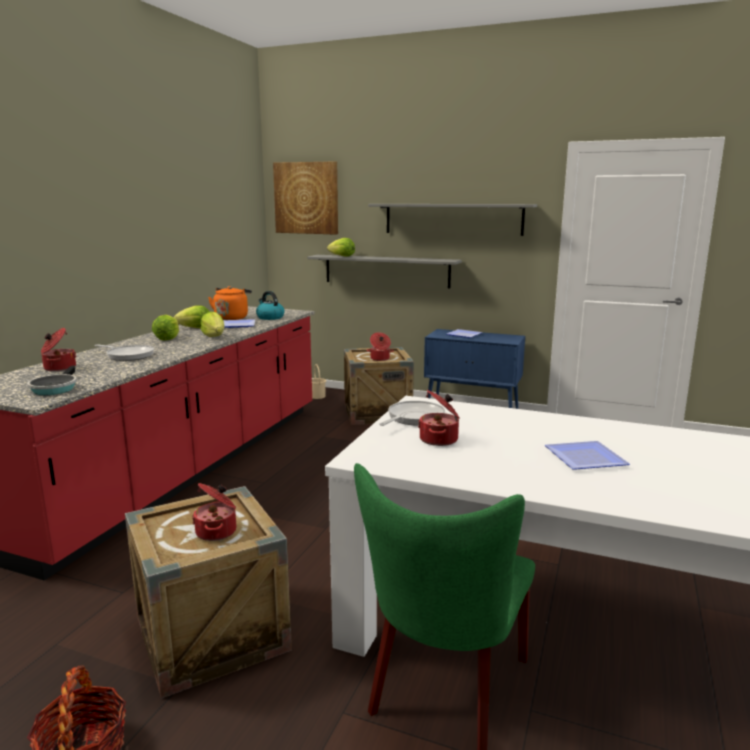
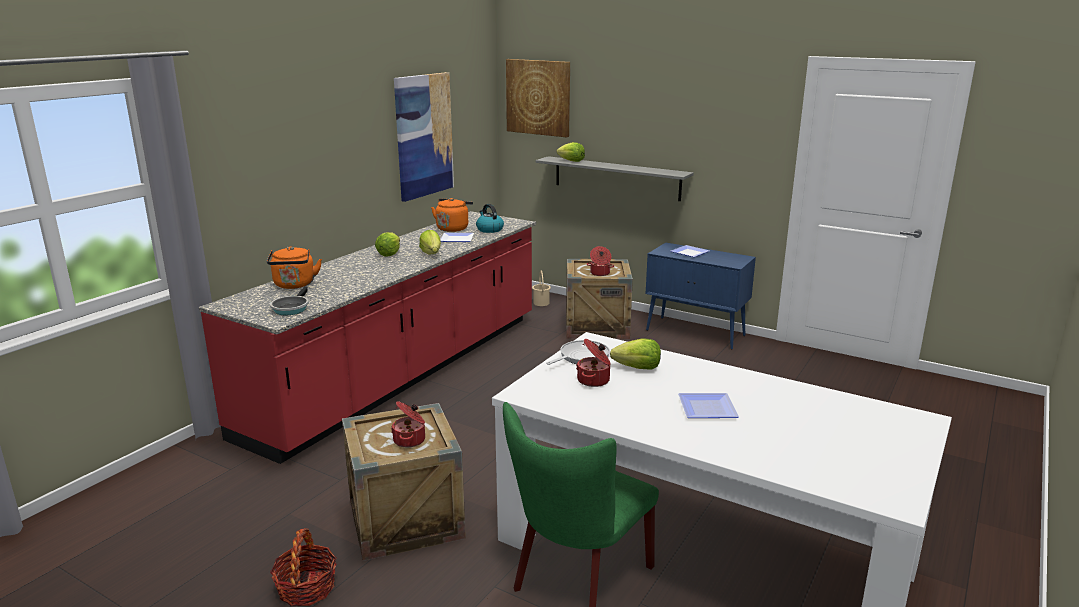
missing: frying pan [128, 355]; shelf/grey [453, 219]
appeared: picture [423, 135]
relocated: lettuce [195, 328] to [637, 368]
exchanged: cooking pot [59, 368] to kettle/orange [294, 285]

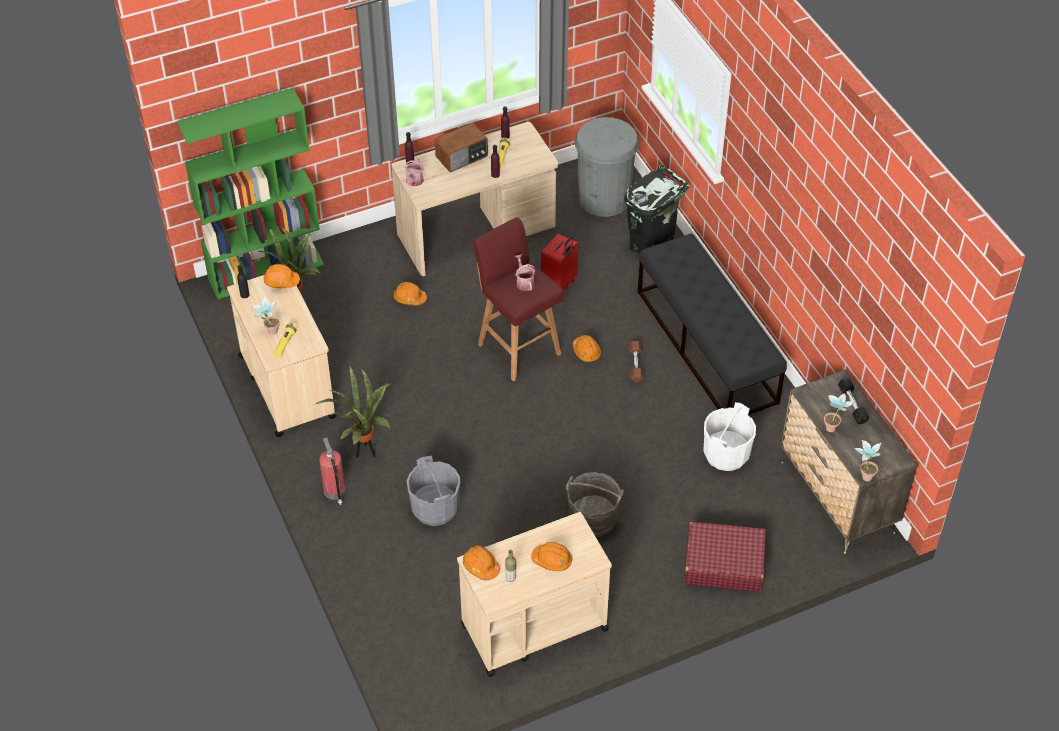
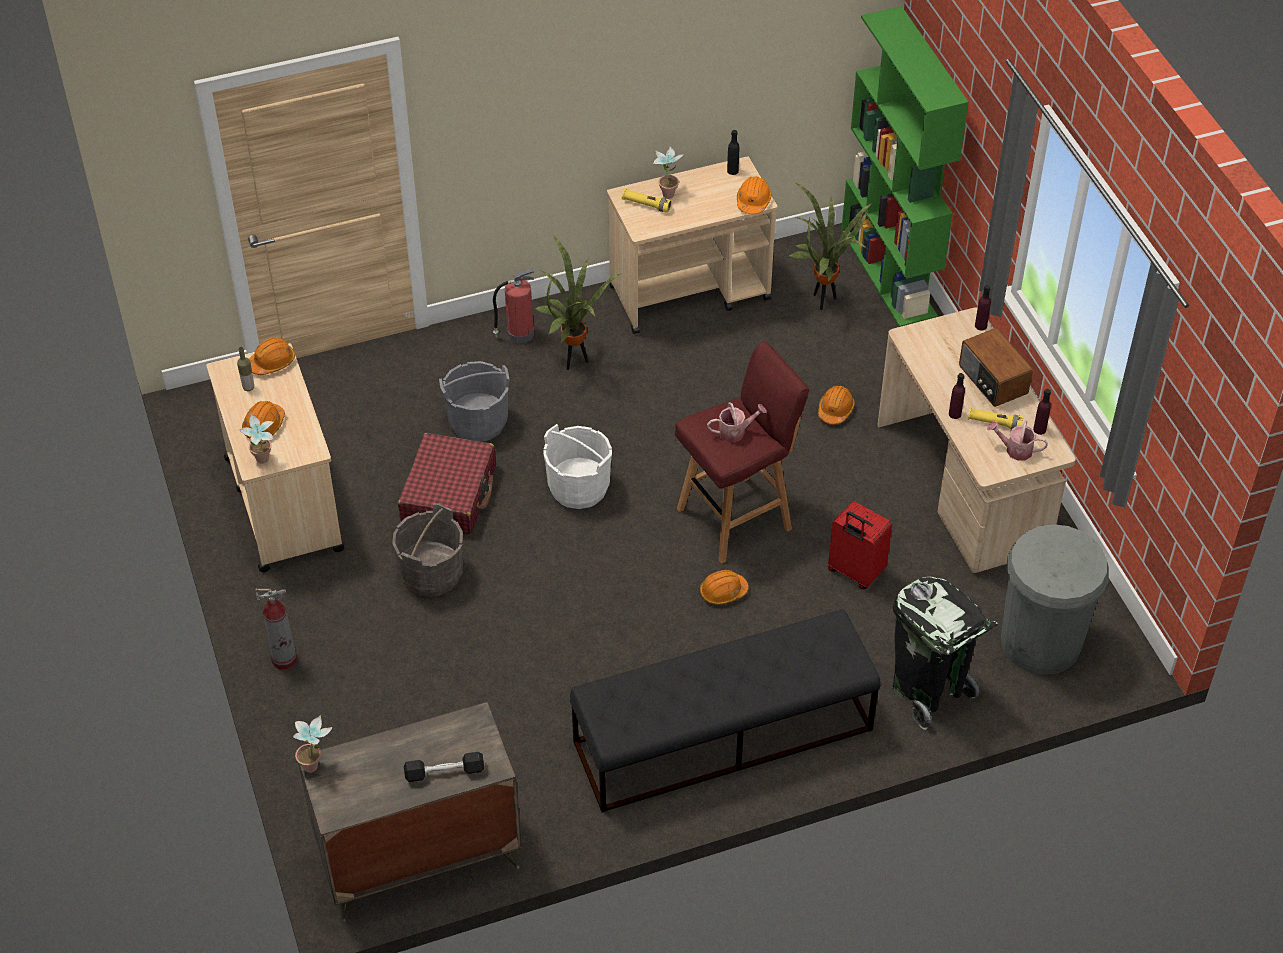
missing: dumbbell/brown [635, 365]
appeared: fire extinguisher [284, 660]
relocated: potted plant [833, 427] to [263, 462]; suitcase/red [723, 564] to [449, 494]; bucket/white [726, 454] to [578, 488]; watering can [414, 182] to [1015, 450]

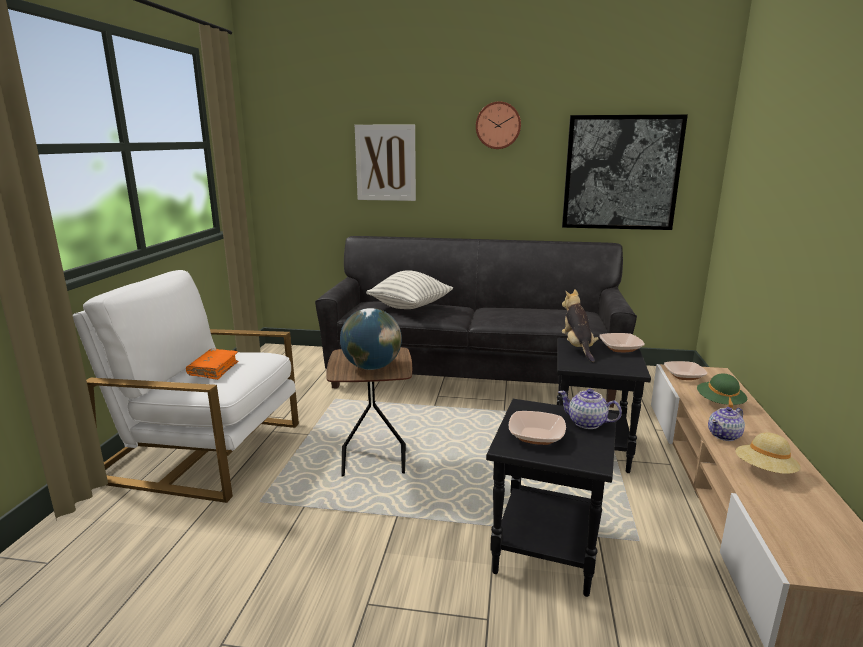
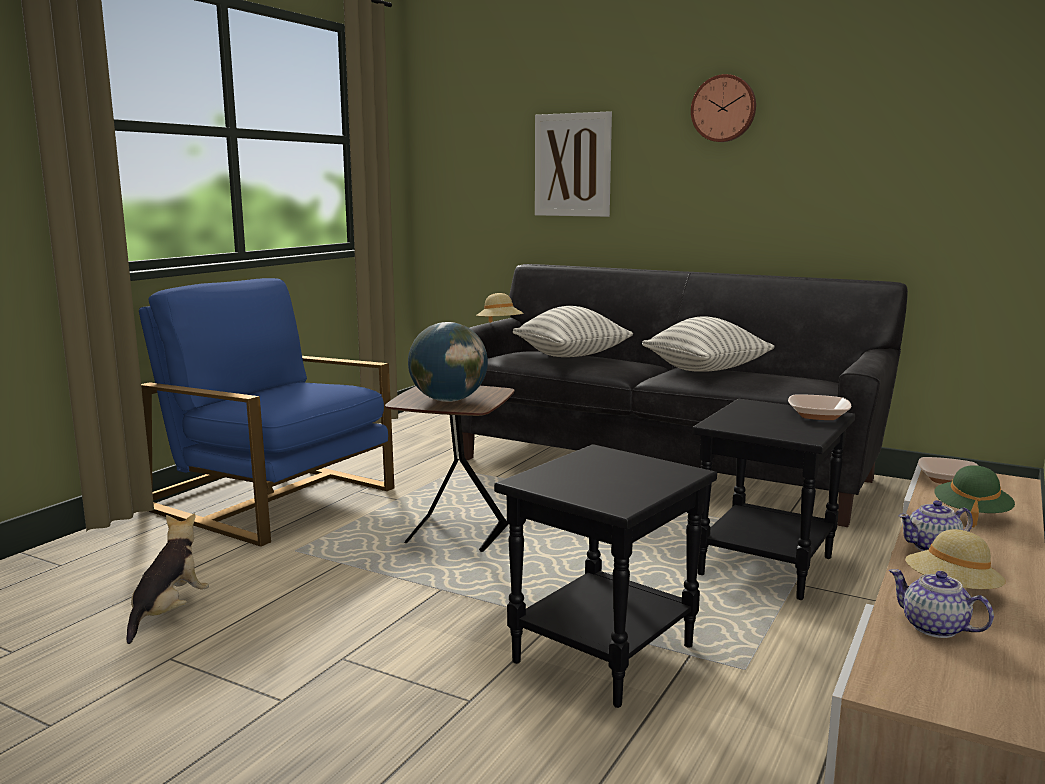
missing: book/orange [214, 370]; bowl [536, 436]; picture [621, 173]
appeared: hat/beige [500, 326]; pillow [706, 371]
relocated: plush toy [577, 348] to [169, 612]; teapot [587, 423] to [935, 628]
colour: armchair/white [206, 450] to armchair/blue [274, 498]

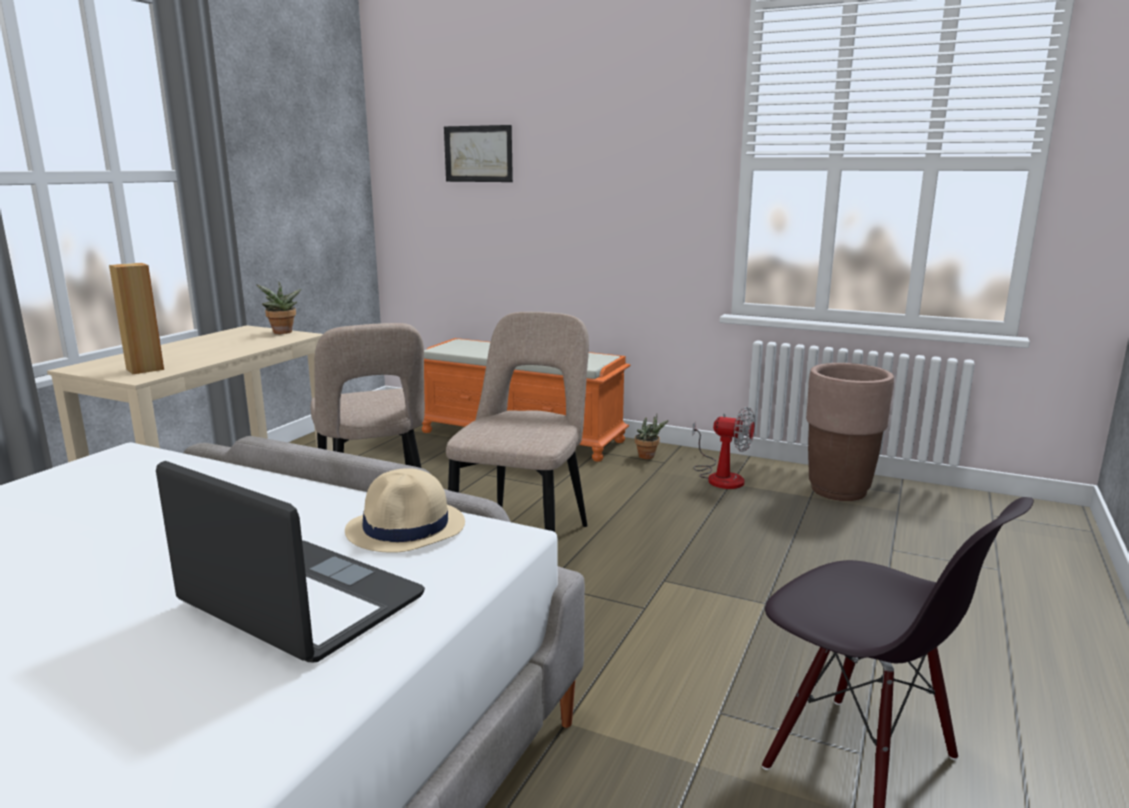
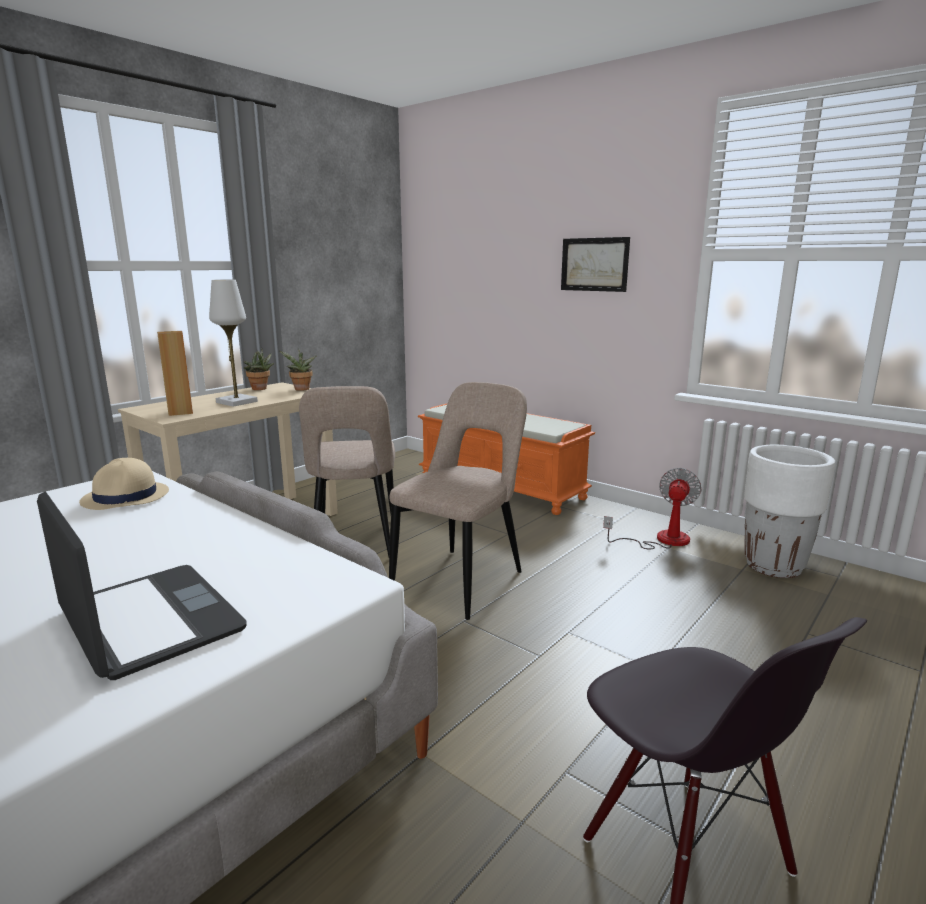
appeared: table lamp/white [236, 402]
relocated: hat/beige [407, 528] to [126, 497]; potted plant [649, 457] to [260, 389]; picture [478, 154] to [594, 264]
colour: planter/brown [839, 490] to planter/white [774, 566]
spun: fan [720, 476] = [661, 540] 105 degrees counterclockwise

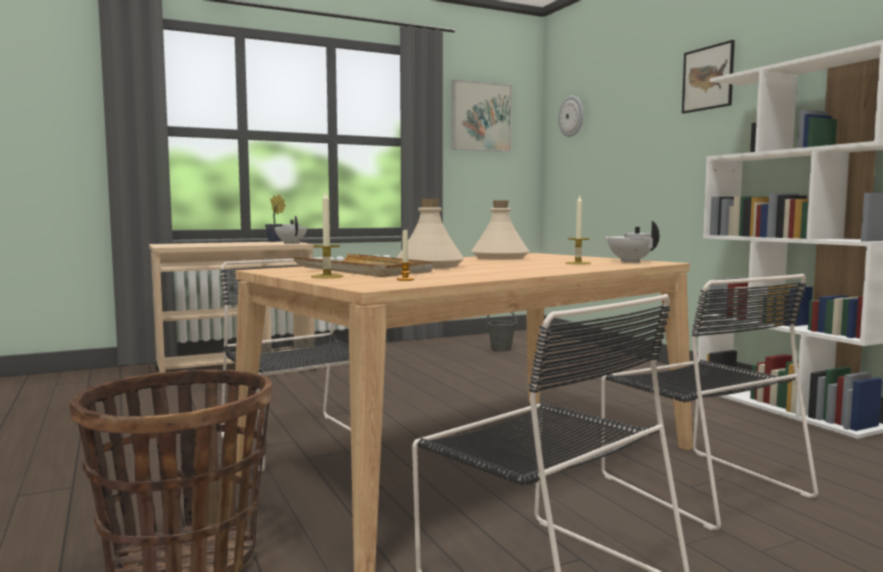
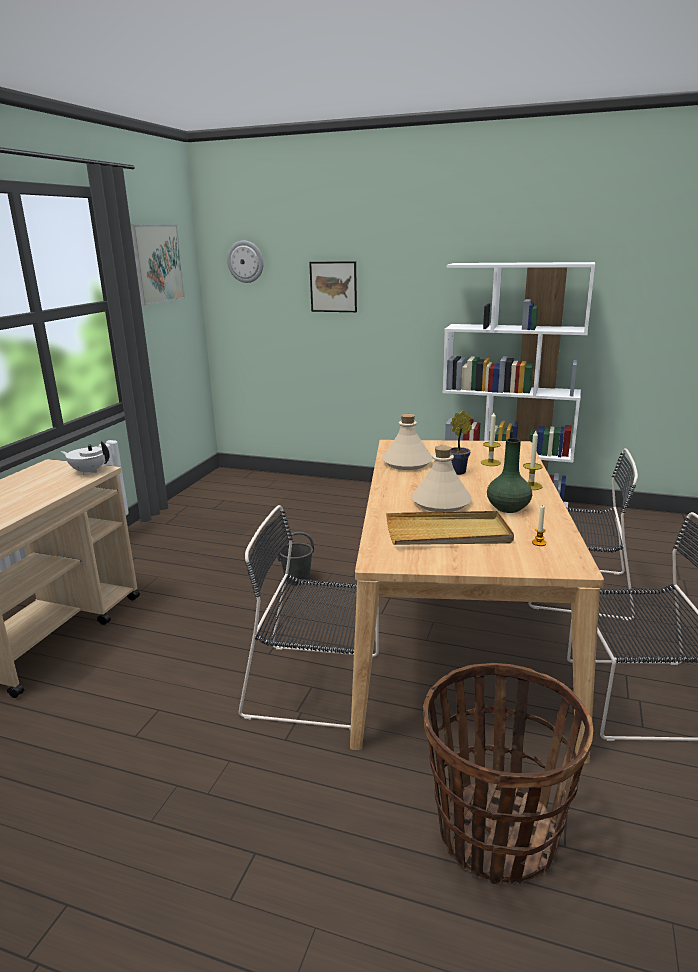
missing: teapot/white [630, 261]
appeared: vase/green [508, 508]
relocated: bucket/grey [501, 349] to [297, 579]; picture [708, 78] to [333, 287]; potted plant [275, 241] to [459, 472]; candle [327, 276] to [530, 486]

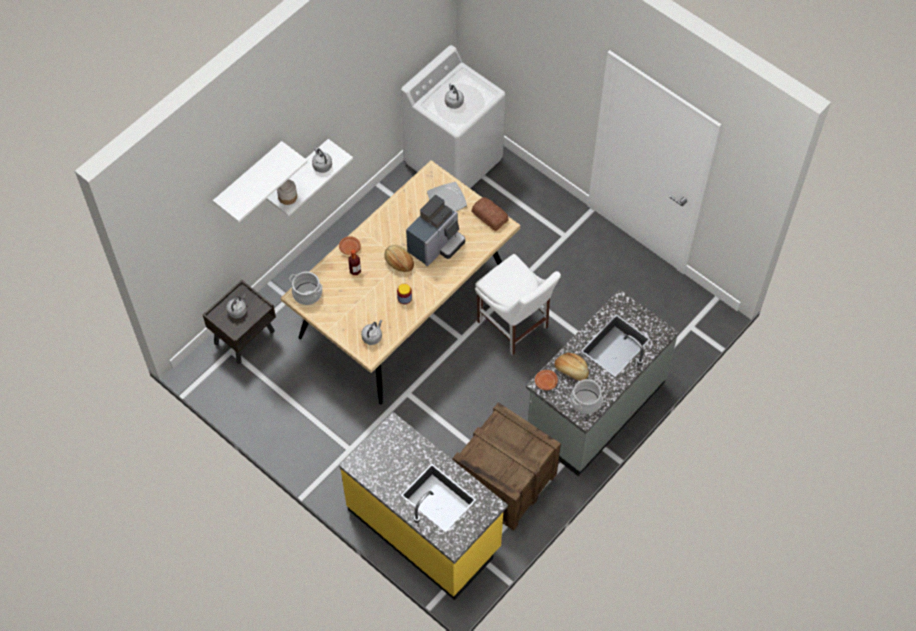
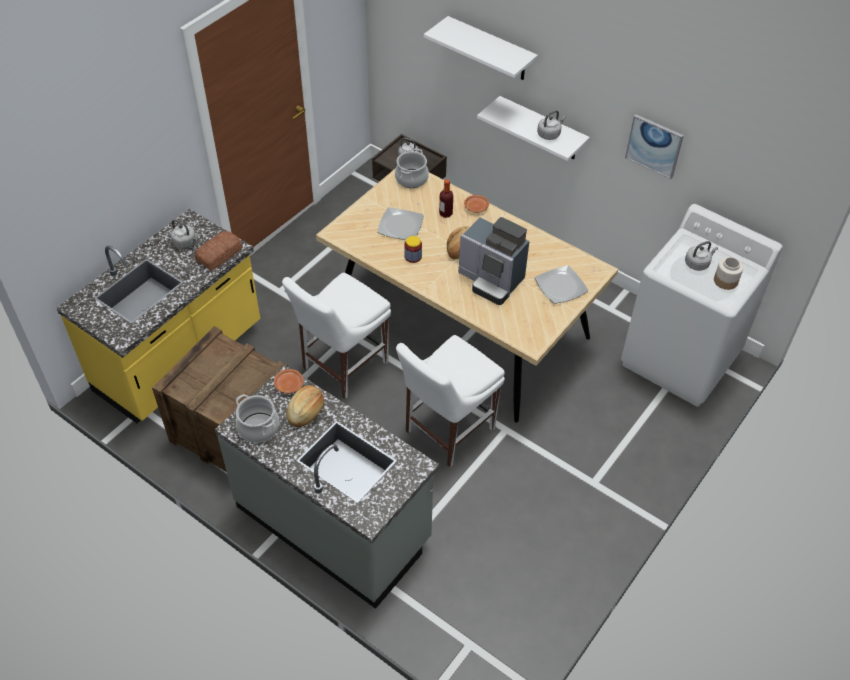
appeared: chair/white [342, 367]; plate [400, 225]; picture [654, 145]
relocated: kettle/grey [372, 336] to [186, 243]; bread [490, 215] to [220, 254]; jar [287, 196] to [726, 281]

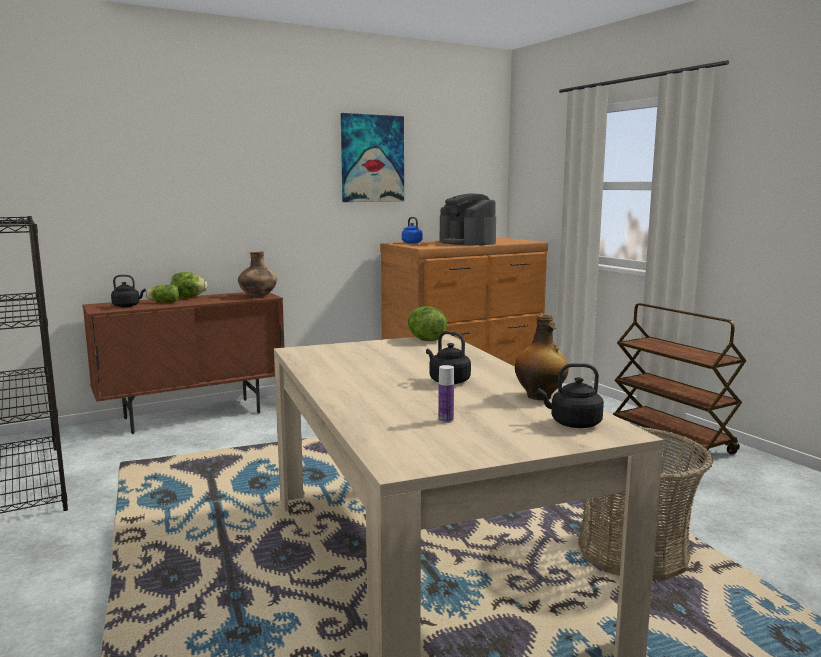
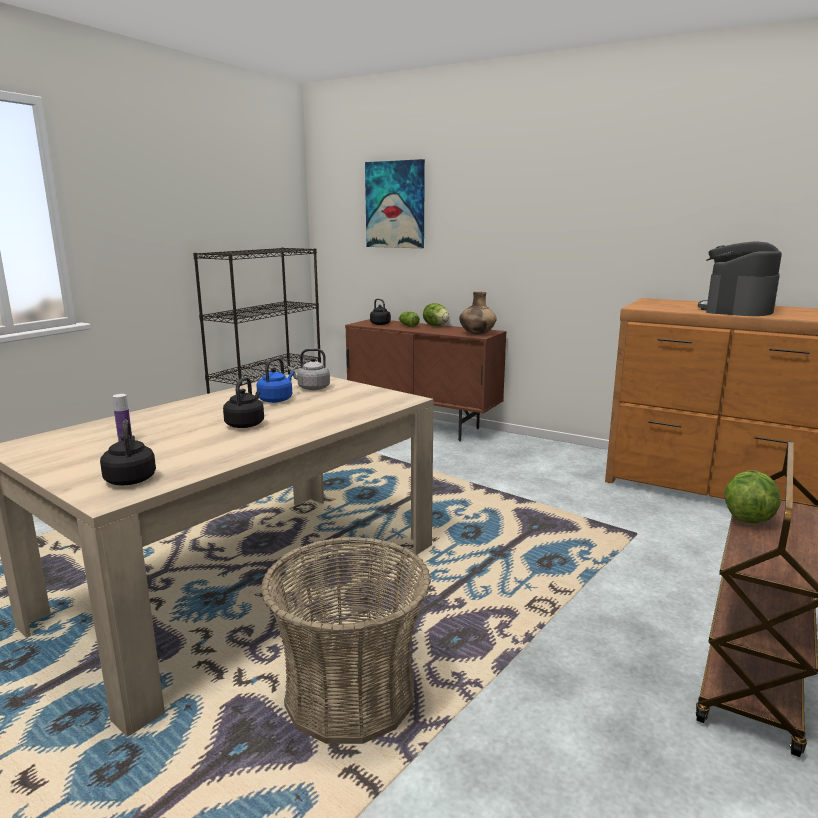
missing: bottle [540, 396]
appeared: kettle/grey [311, 388]
relocated: kettle/blue [411, 243] to [276, 399]; picture [372, 158] to [395, 205]; lettuce [425, 340] to [748, 517]

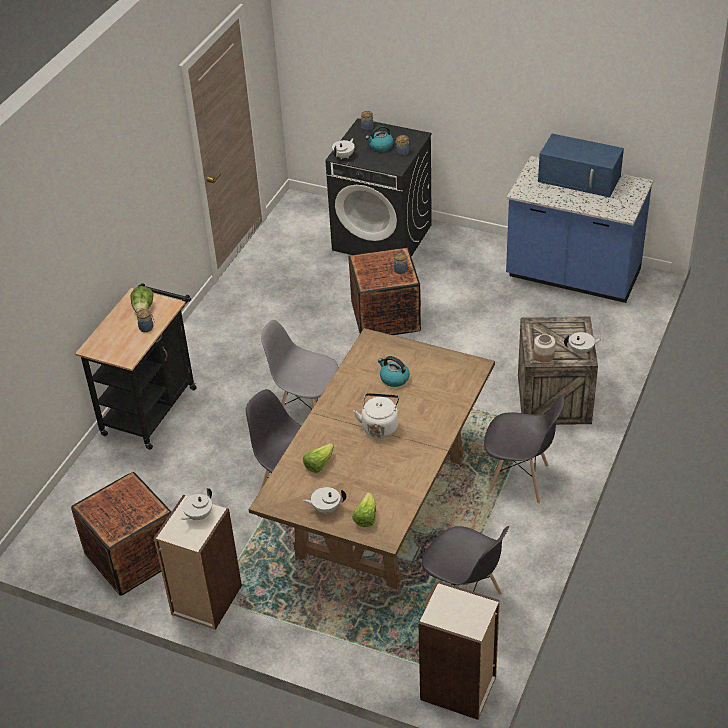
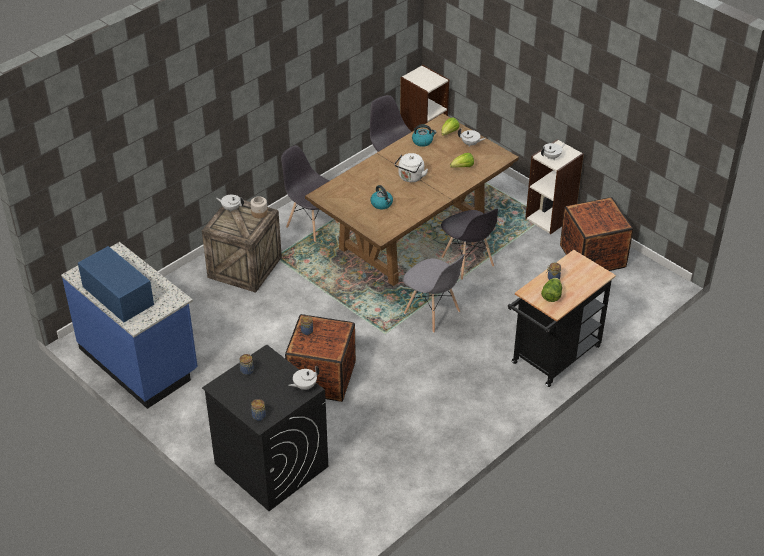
relocated: kettle [380, 146] to [422, 141]

